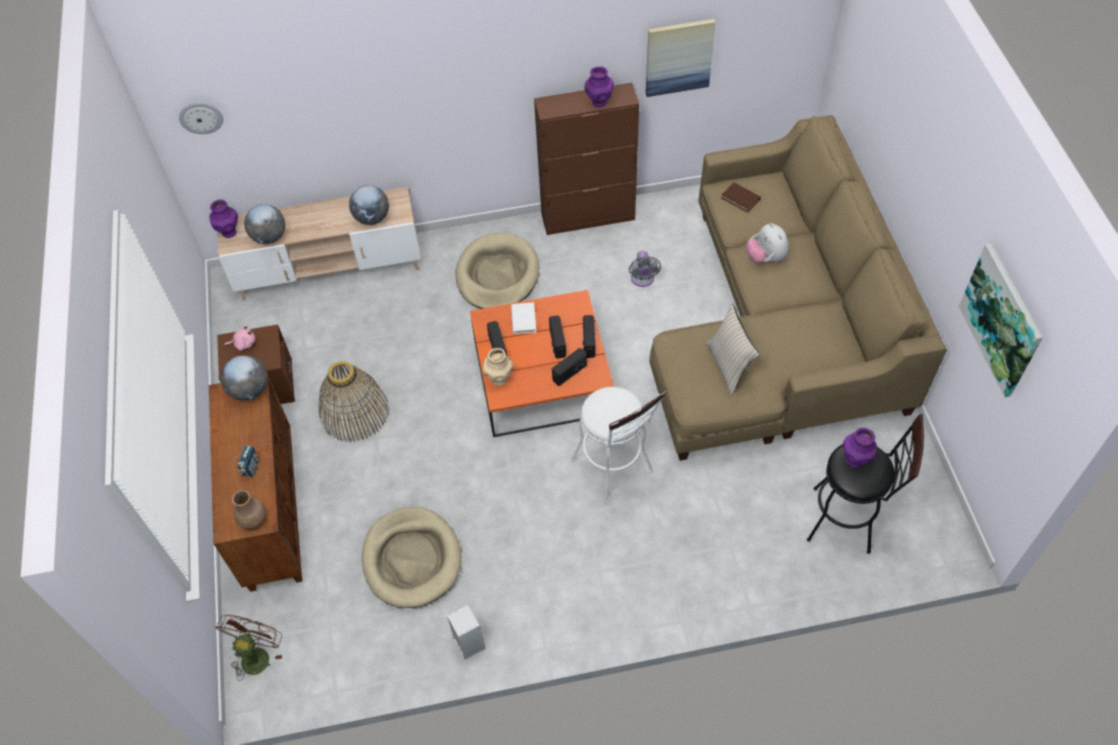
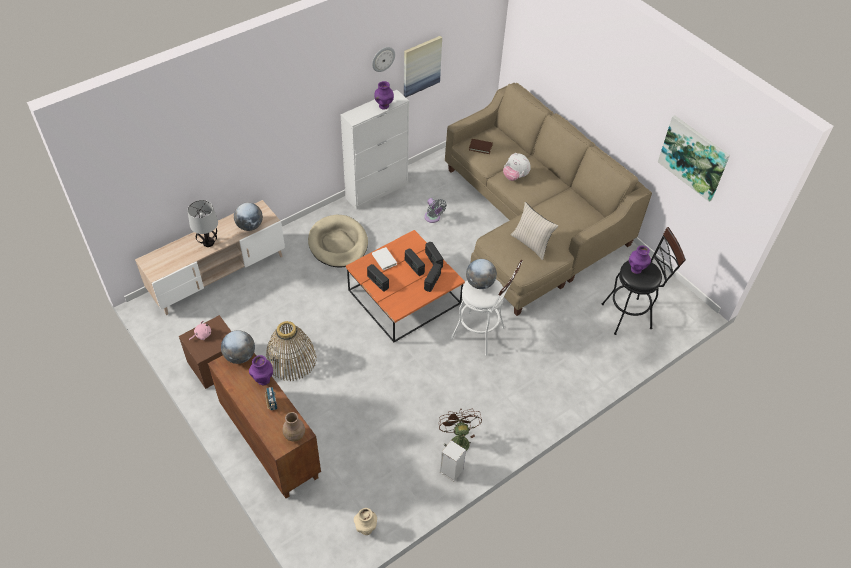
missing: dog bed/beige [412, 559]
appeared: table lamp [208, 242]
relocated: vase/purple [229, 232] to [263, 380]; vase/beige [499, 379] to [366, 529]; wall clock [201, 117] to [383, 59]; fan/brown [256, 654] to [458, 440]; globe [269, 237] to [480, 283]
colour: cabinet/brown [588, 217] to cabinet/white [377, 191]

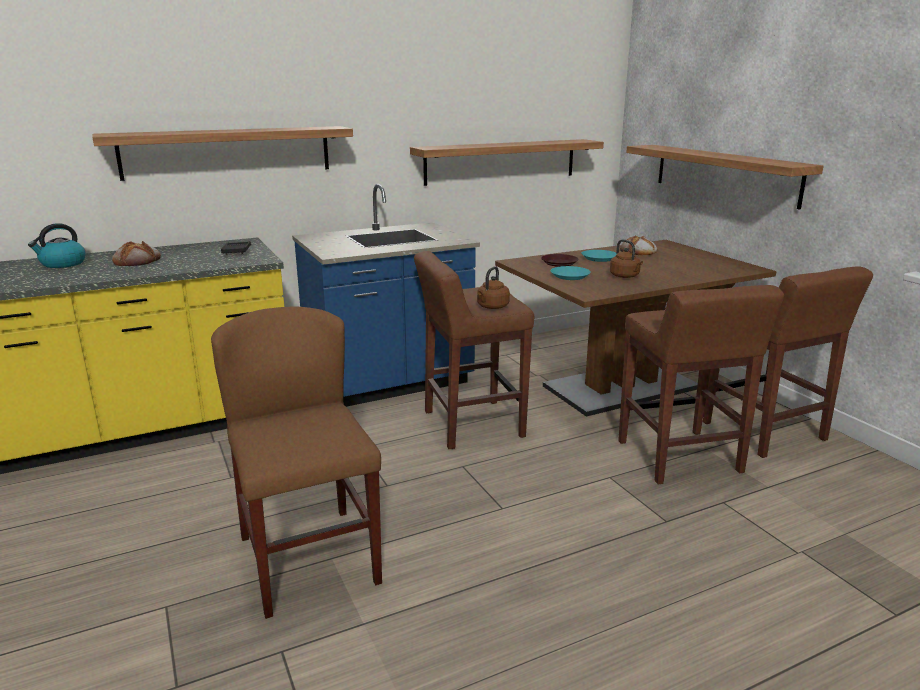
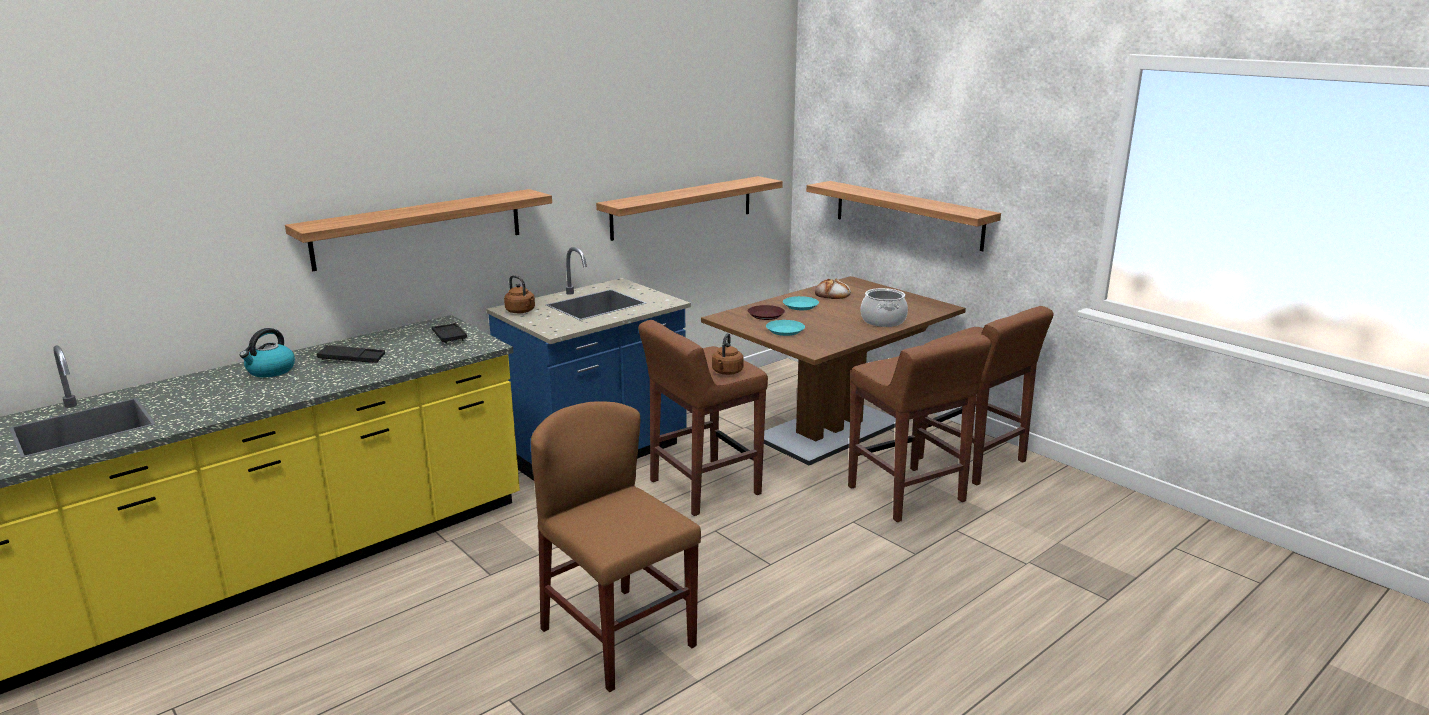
appeared: cooking pot [883, 321]
relocated: kettle/brown [625, 276] to [521, 311]
exchanged: bread [137, 261] to tray/black [352, 359]

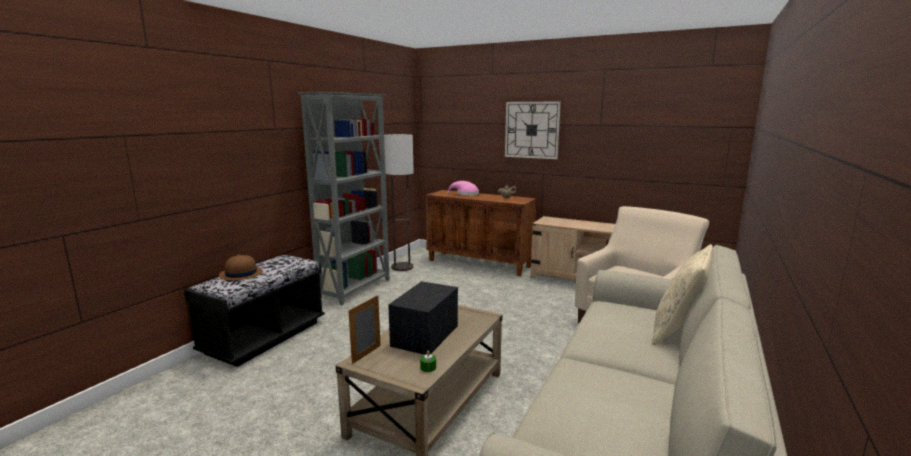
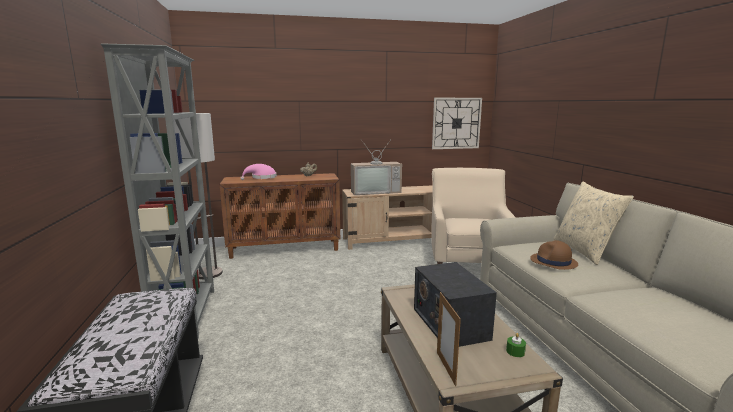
appeared: television [375, 191]
relocated: wall clock [532, 130] to [456, 123]; hat/brown [241, 274] to [553, 262]

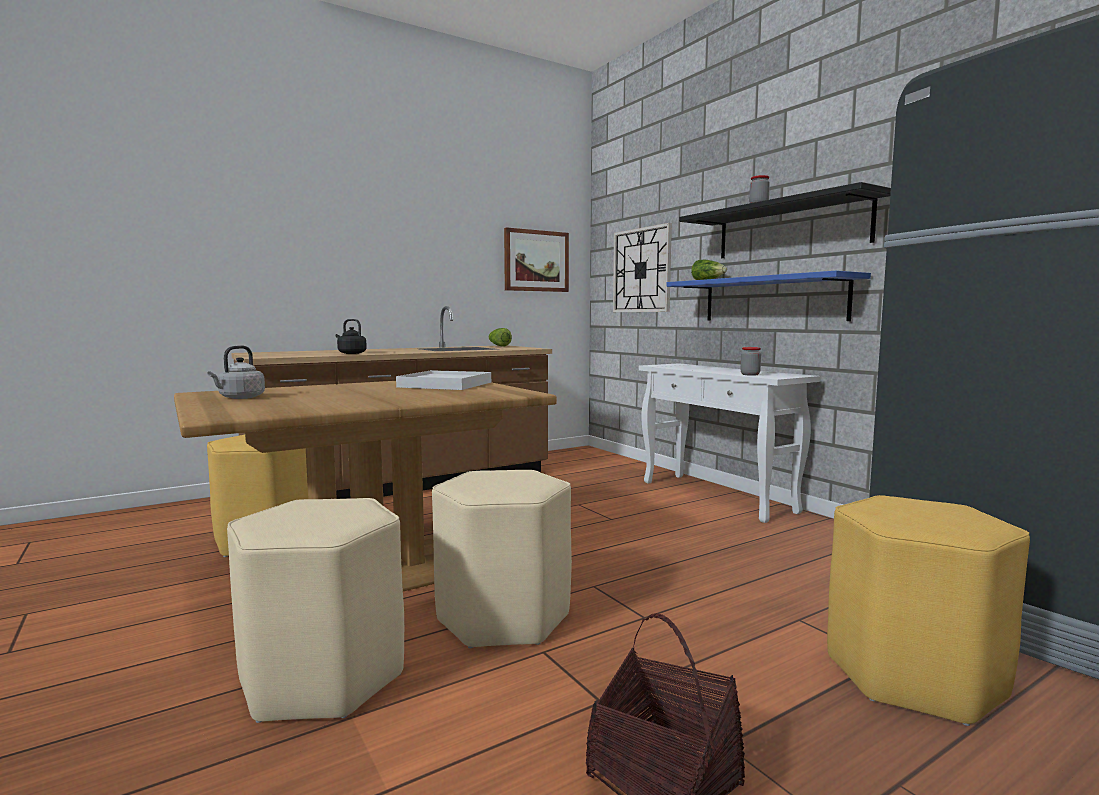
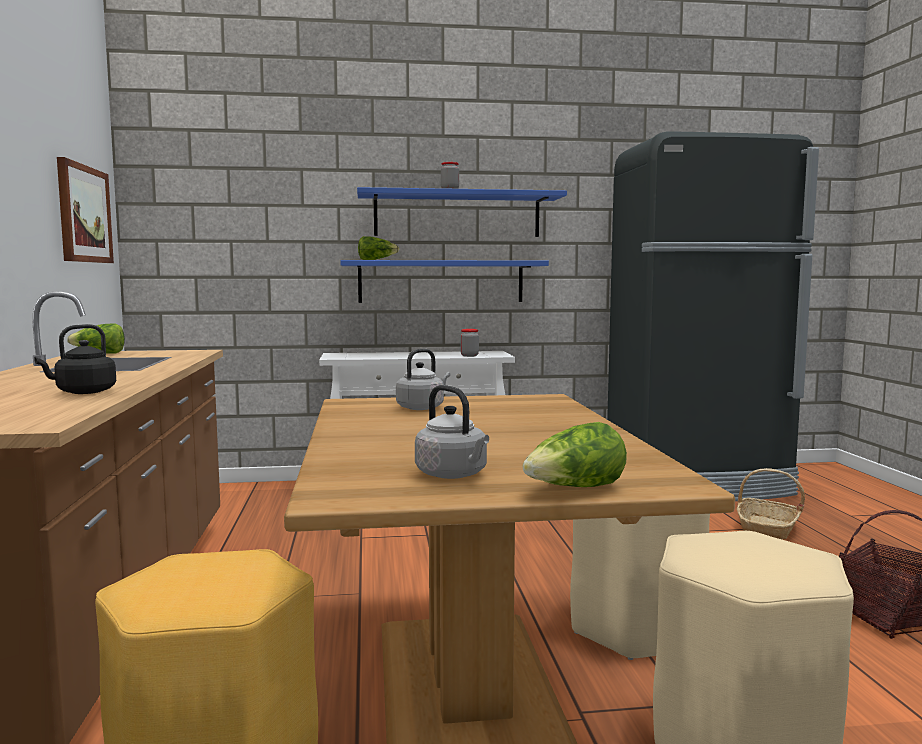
missing: wall clock [641, 270]
appeared: lettuce [575, 489]
exchanged: tray/white [445, 385] to kettle/grey [422, 407]; stool/yellow [912, 675] to basket [767, 528]
colour: shelf/black [790, 229] to shelf/blue [457, 215]

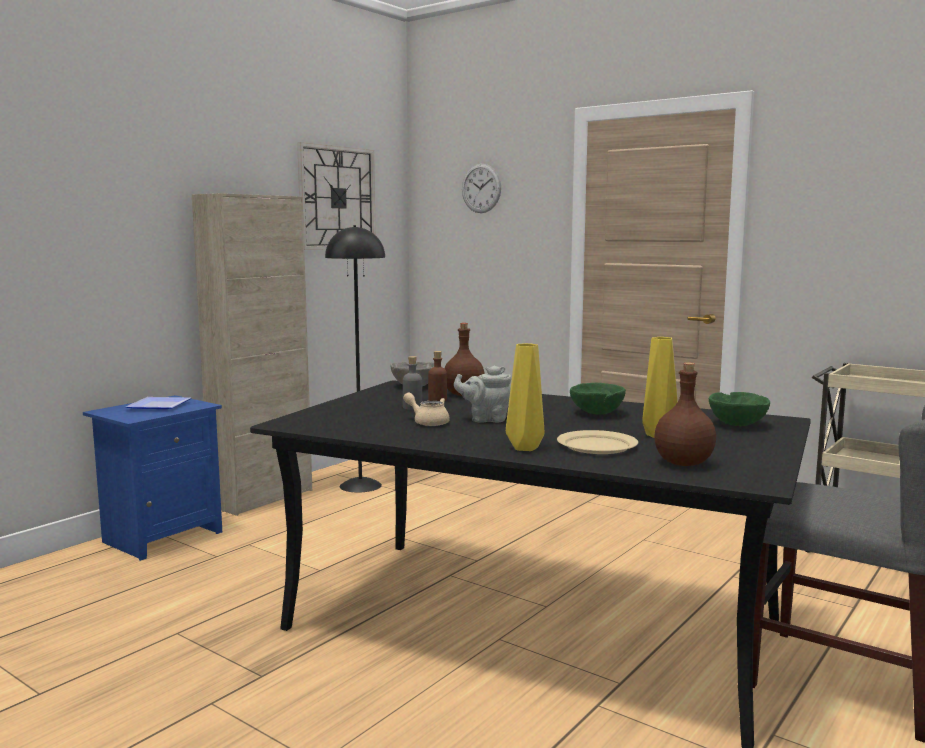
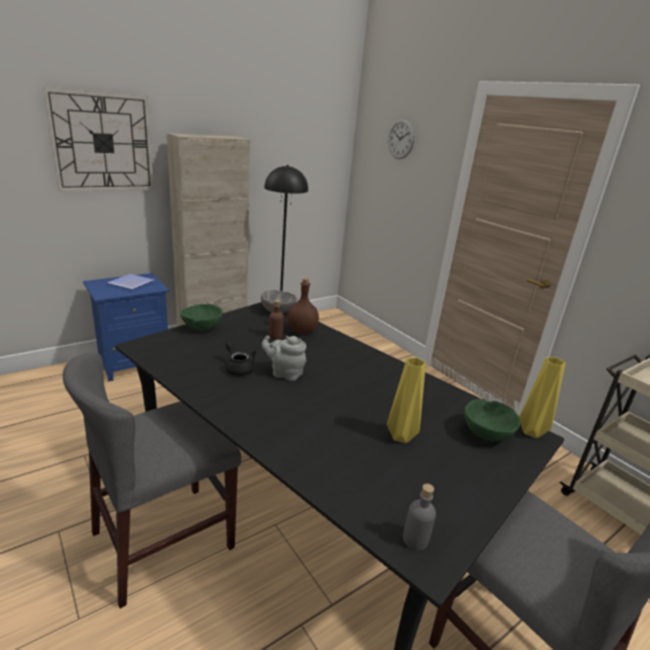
missing: plate/beige [597, 446]; bottle/brown [684, 463]
appeared: chair/grey [163, 540]
relocated: wall clock [337, 198] to [103, 143]; bowl/green [597, 413] to [202, 328]; bottle/grey [412, 408] to [415, 539]; vase/yellow [526, 448] to [532, 432]
colour: teapot/beige [428, 422] to teapot/black [238, 368]

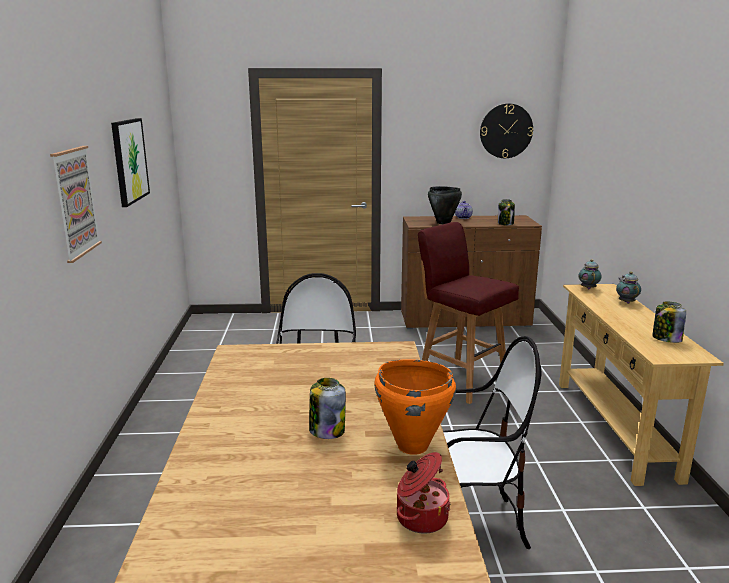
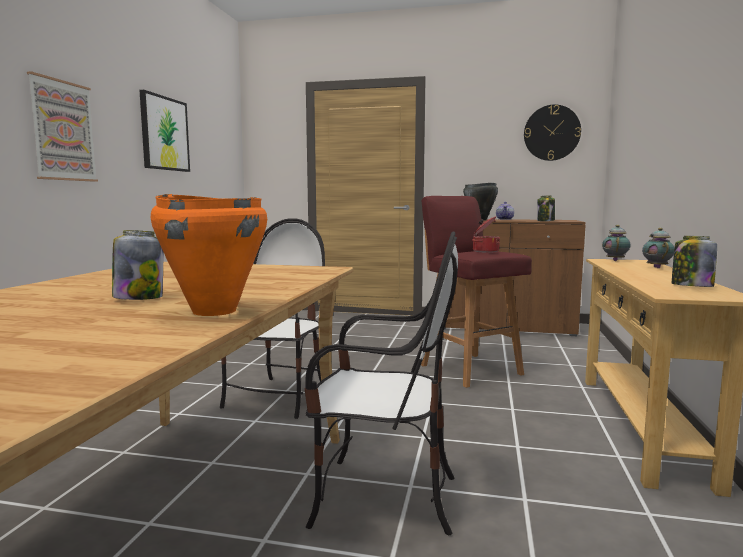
relocated: cooking pot [420, 517] to [485, 251]

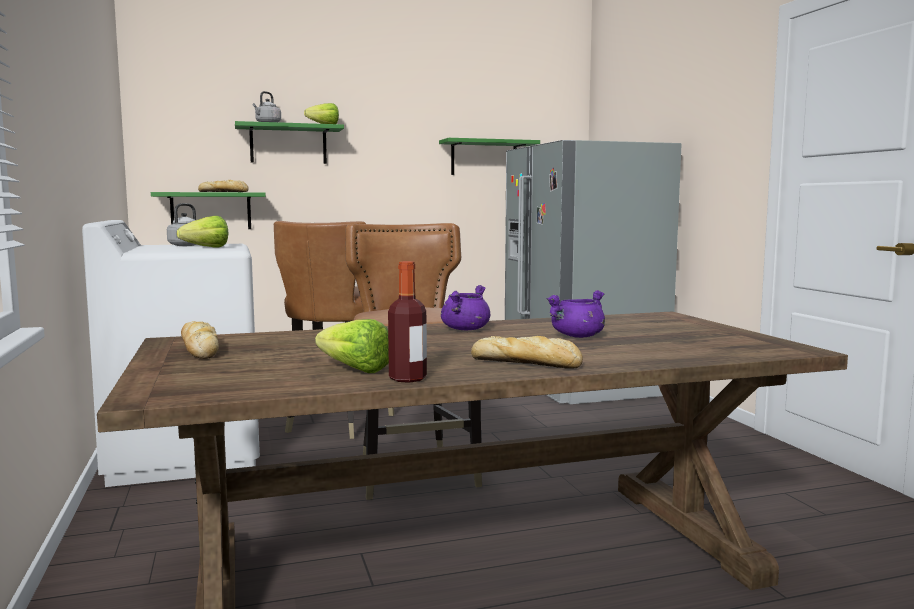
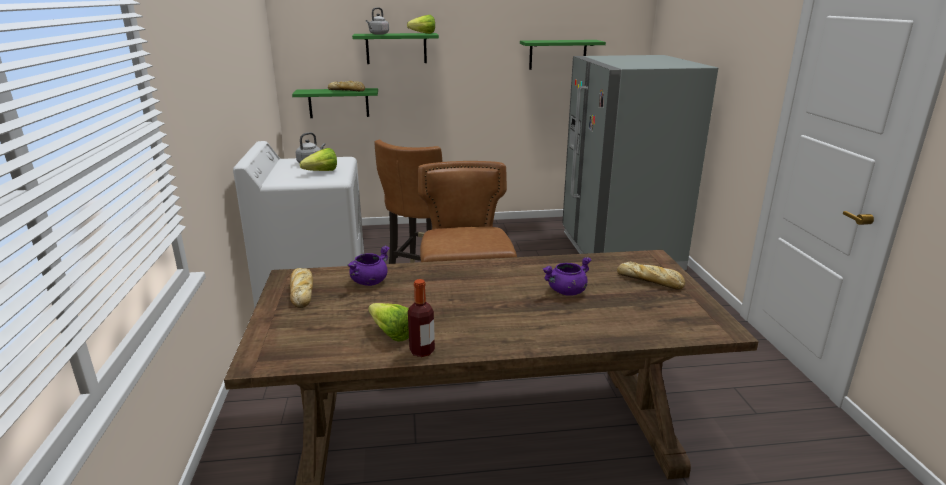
relocated: cooking pot/purple [465, 329] to [369, 281]; bread [528, 363] to [651, 281]

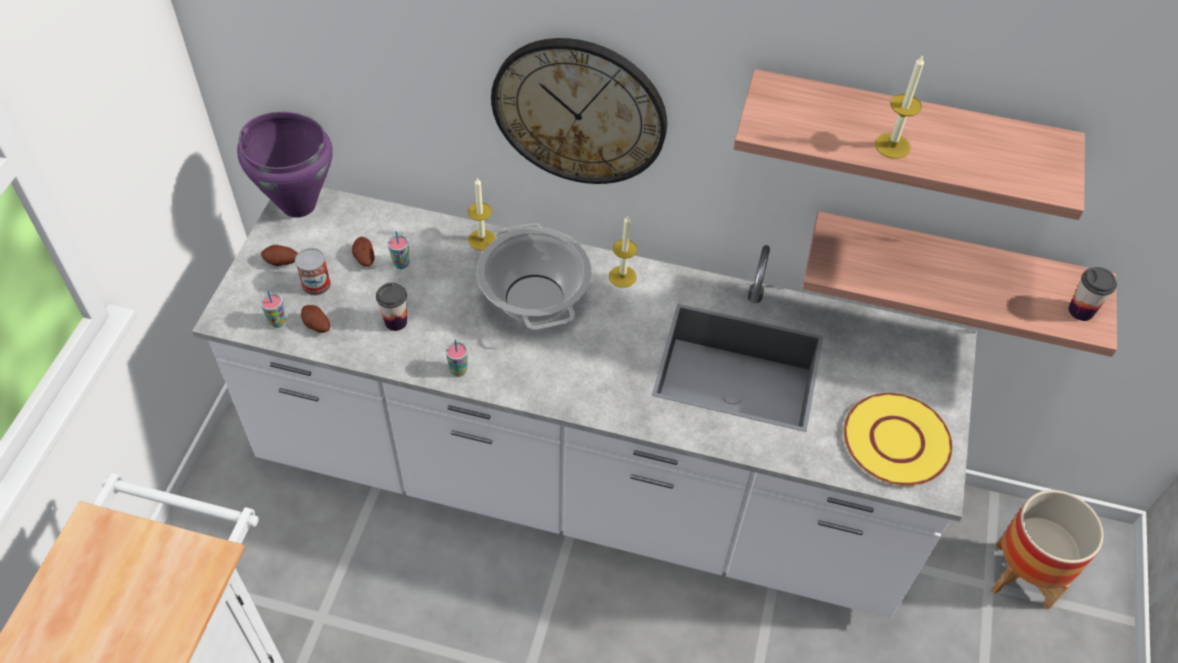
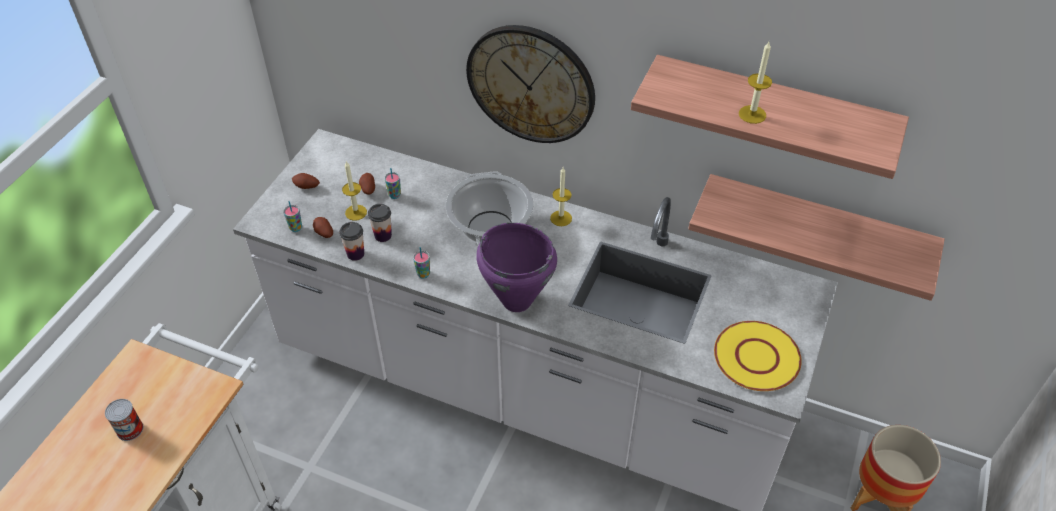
relocated: can [316, 284] to [130, 429]; cup [1081, 311] to [355, 254]; candle [482, 240] to [356, 212]; cooking pot/purple [298, 204] to [516, 300]

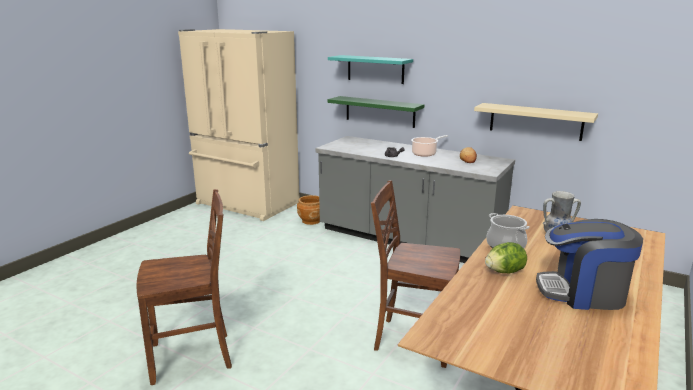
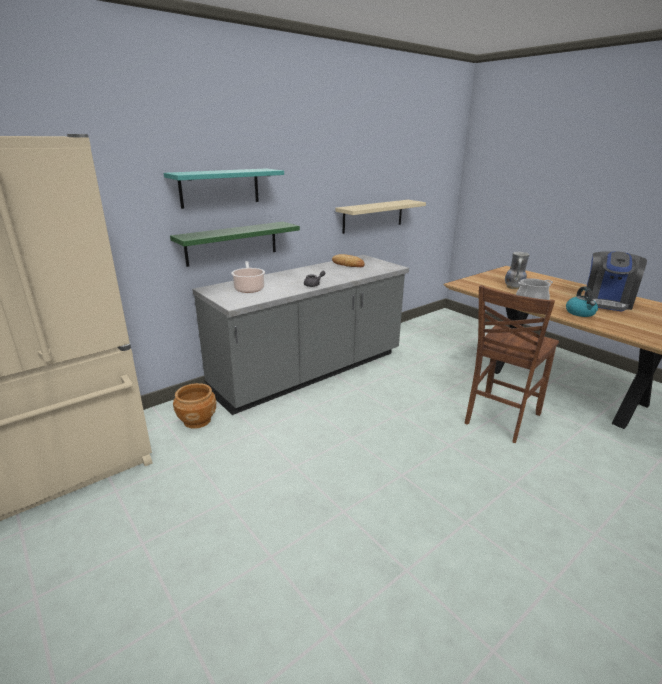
missing: chair/brown [193, 357]
relocated: cooking pot [425, 153] to [249, 288]
exchanged: lettuce [504, 271] to kettle [580, 313]

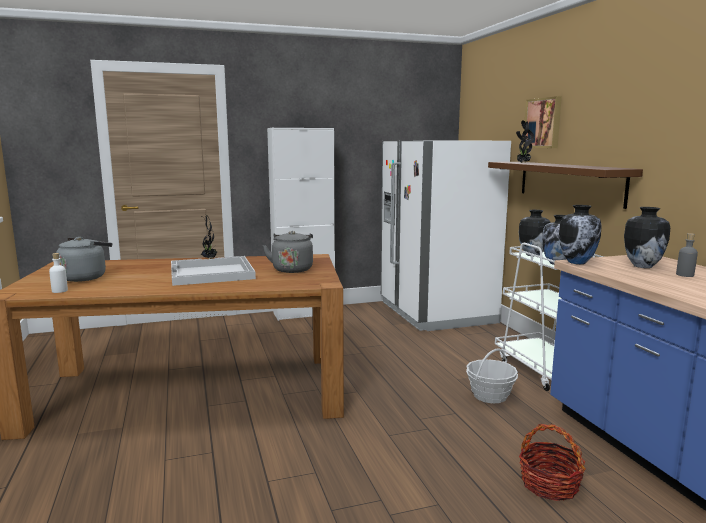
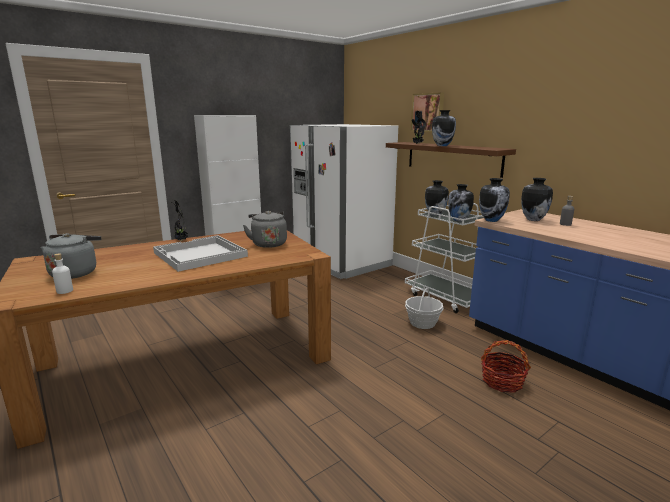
appeared: vase [442, 145]

